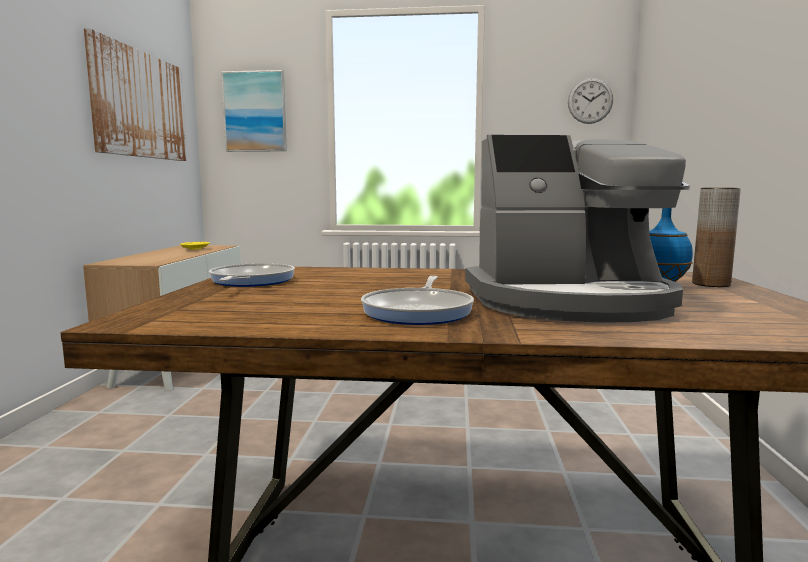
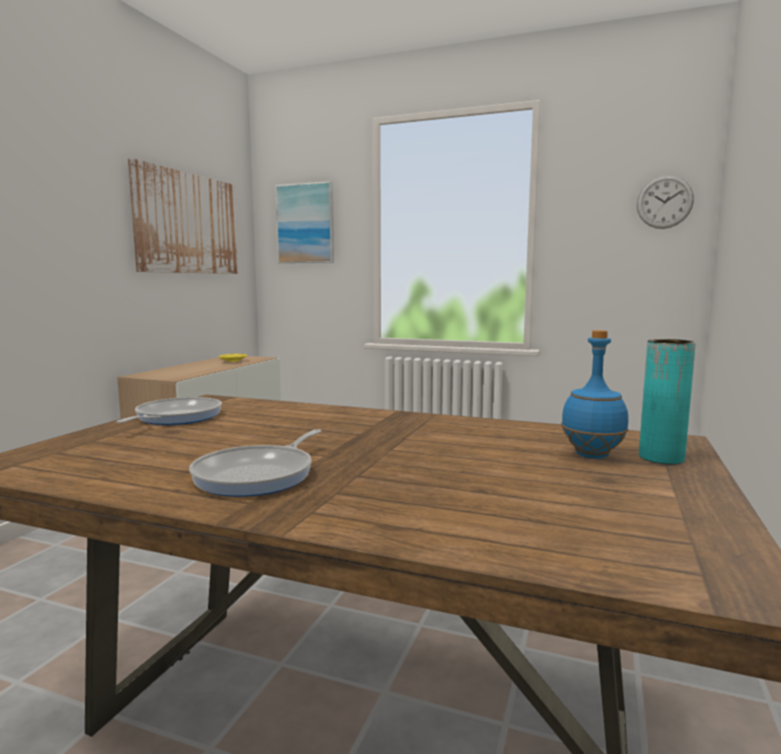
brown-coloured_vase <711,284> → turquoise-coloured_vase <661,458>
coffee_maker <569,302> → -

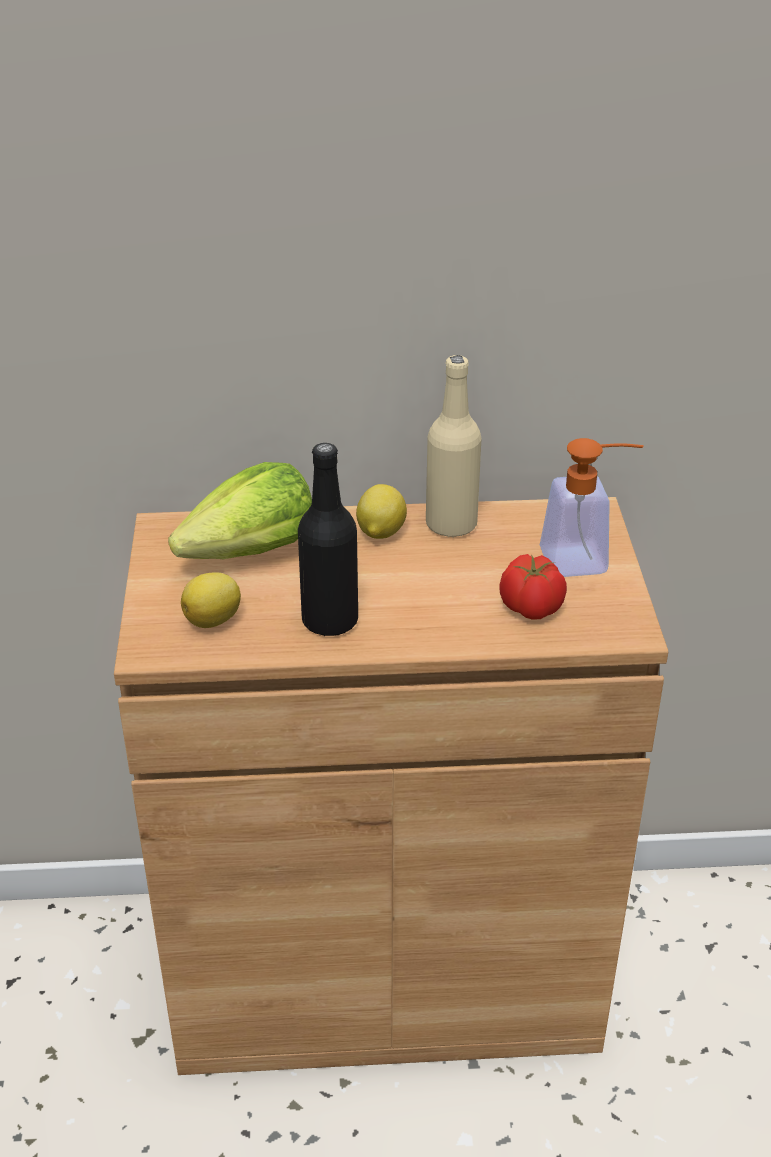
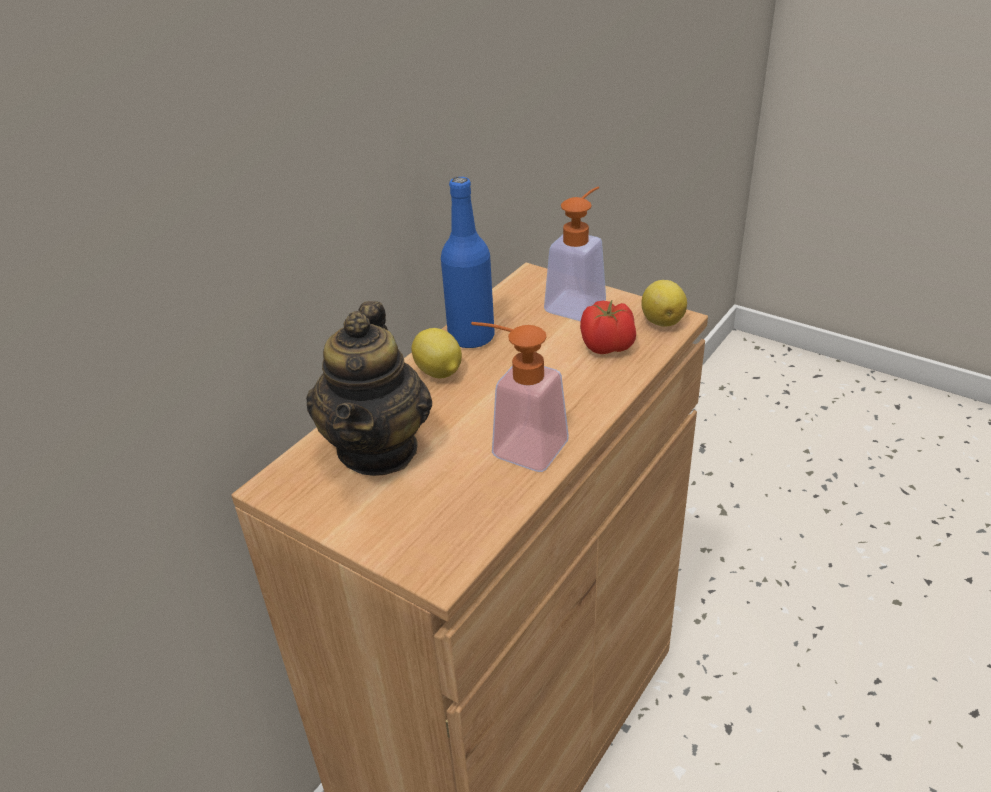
head_of_lettuce <251,552> → pot_for_tea <378,449>
sand-coloured_drink_bottle <451,524> → blue-coloured_drink_bottle <471,337>
blackish_drink_bottle <330,621> → soap_bottle <518,445>
whole_lemon <214,620> → whole_lemon <662,320>, shifted

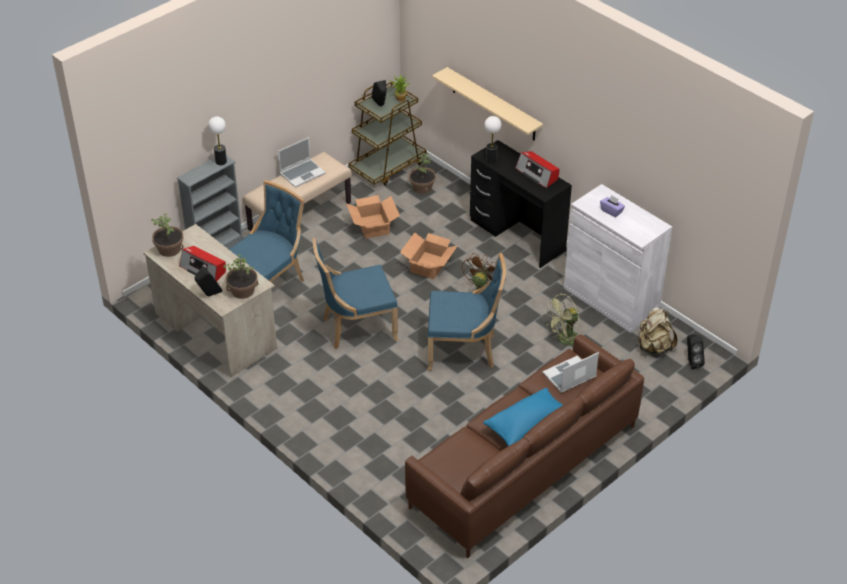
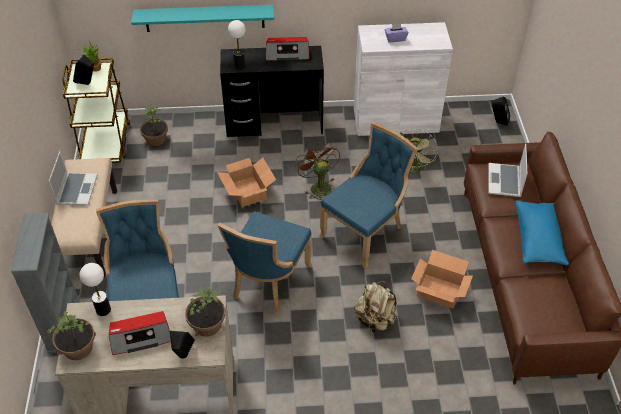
table_lamp <221,162> → table_lamp <103,310>, shifted
sand-coloured_shelf <493,105> → turquoise-coloured_shelf <204,18>
sand-coloured_rucksack <654,347> → sand-coloured_rucksack <375,319>, shifted
cardboard_box <373,226> → cardboard_box <439,291>, shifted

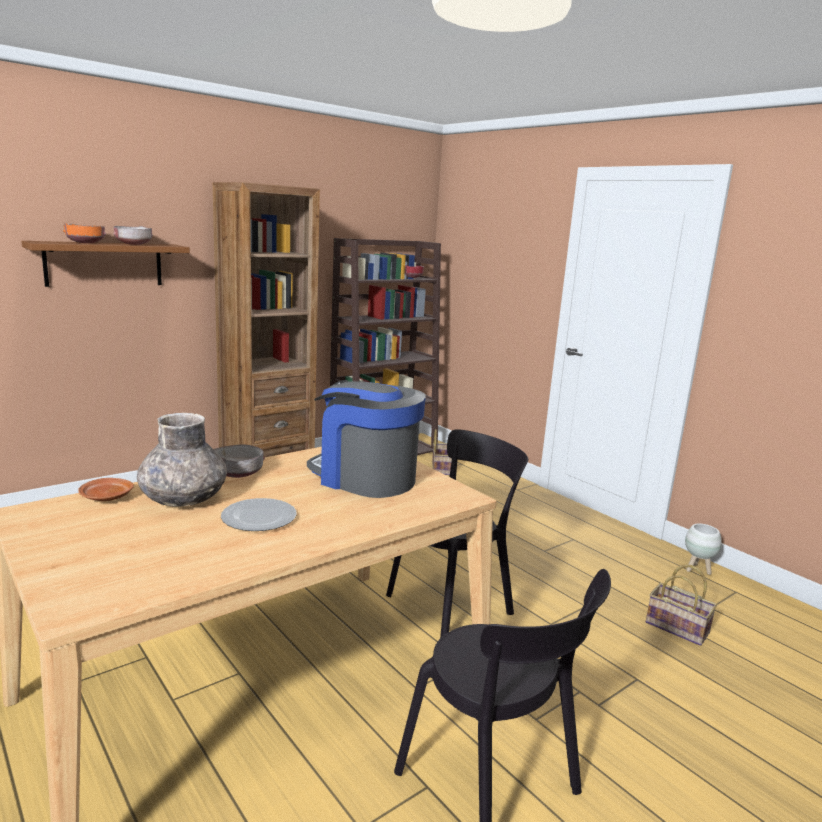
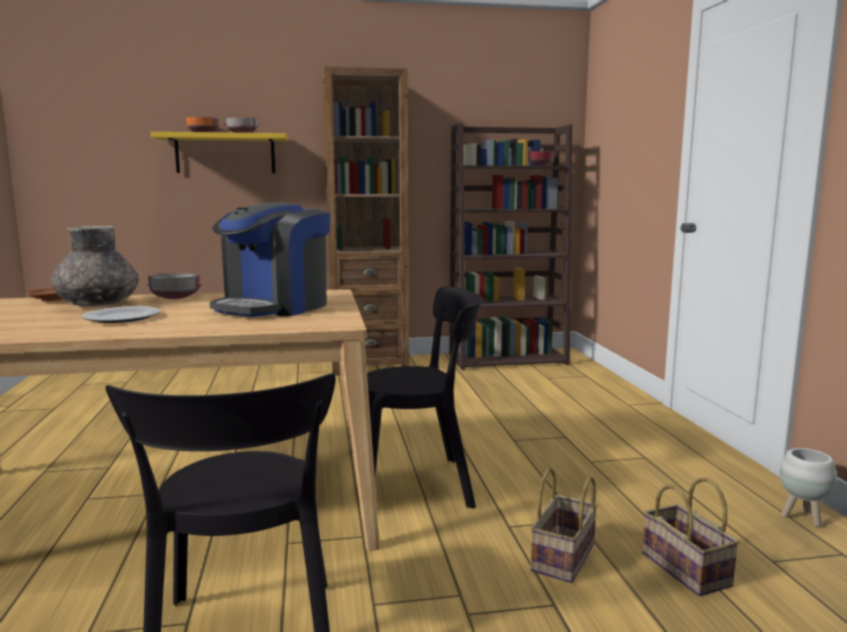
brown-coloured_shelf <104,264> → yellow_shelf <225,154>
coffee_maker <365,477> → coffee_maker <274,307>, 120 degrees counterclockwise
household_basket <442,468> → household_basket <564,559>, shifted

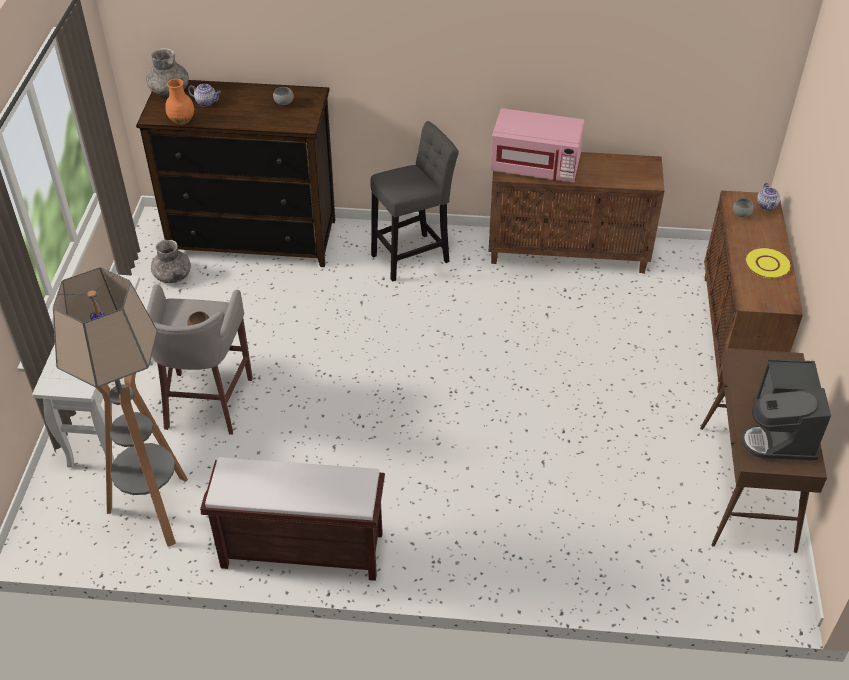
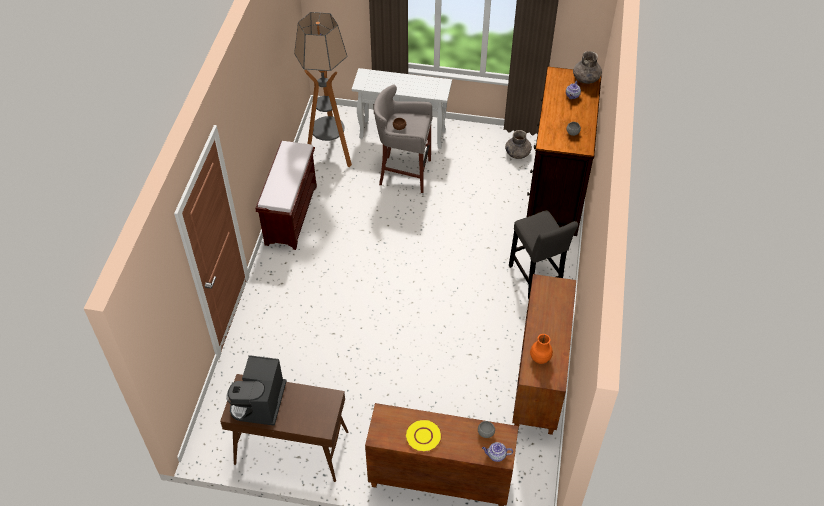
coffee_maker <779,434> → coffee_maker <261,403>, 90 degrees counterclockwise
orangey_vase <182,120> → orangey_vase <540,358>, shifted
pinkish_microwave_oven <535,166> → -

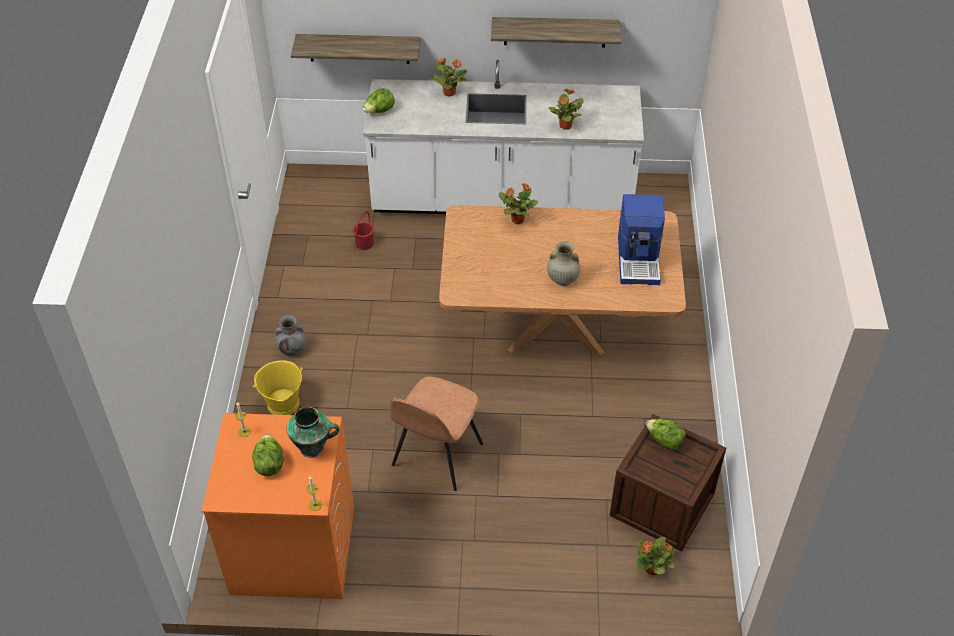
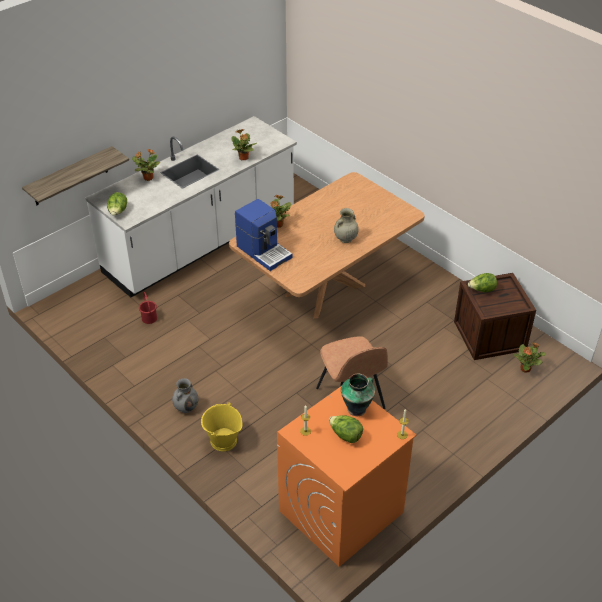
coffee_maker <639,259> → coffee_maker <264,251>, shifted
shelf <555,32> → -

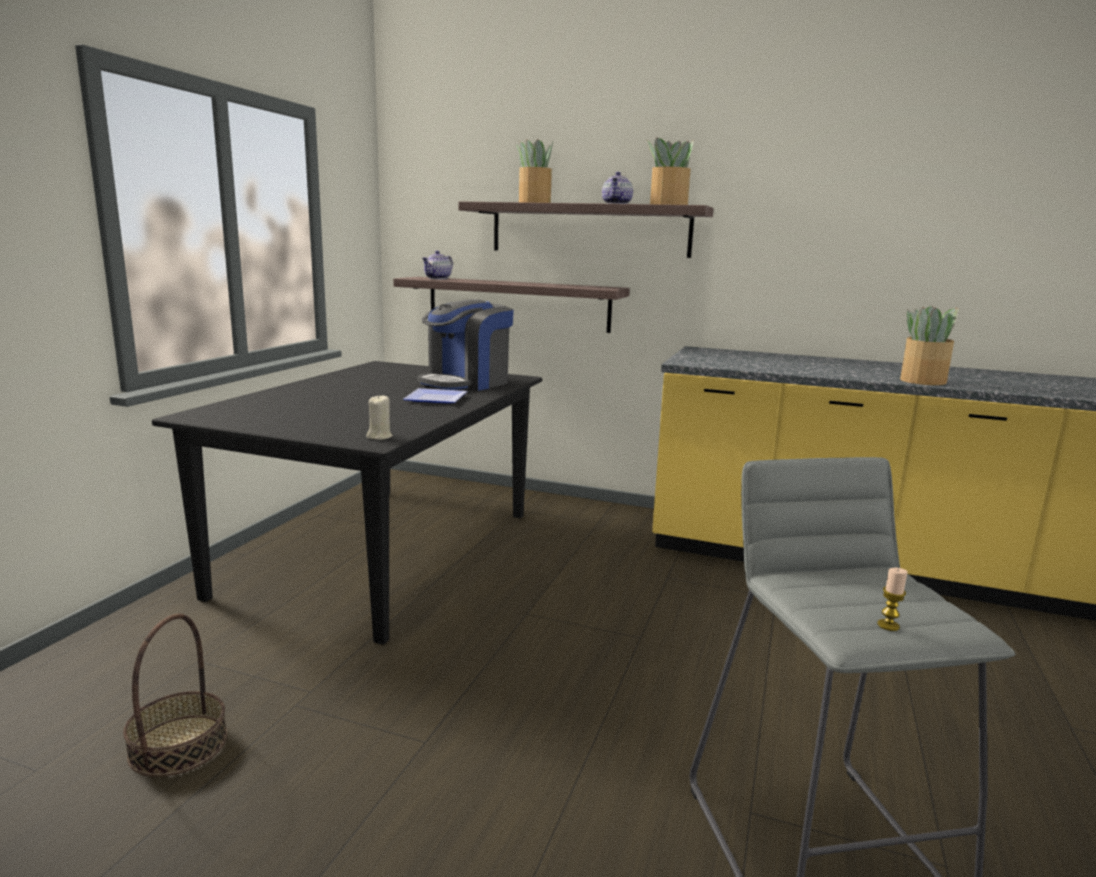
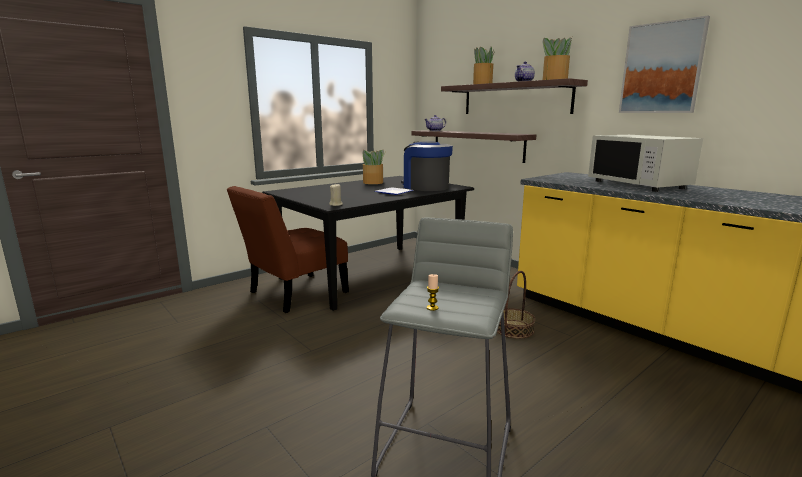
- → brown-coloured_upright_chair <293,294>
plant_in_a_pot <924,381> → plant_in_a_pot <373,182>, shifted
coffee_maker <466,382> → coffee_maker <425,187>, 75 degrees clockwise
household_basket <178,745> → household_basket <513,329>, shifted
- → white-coloured_microwave_oven <638,184>
- → picture <662,68>

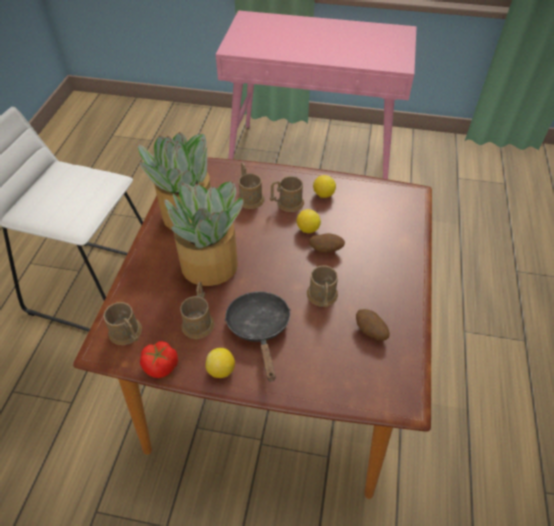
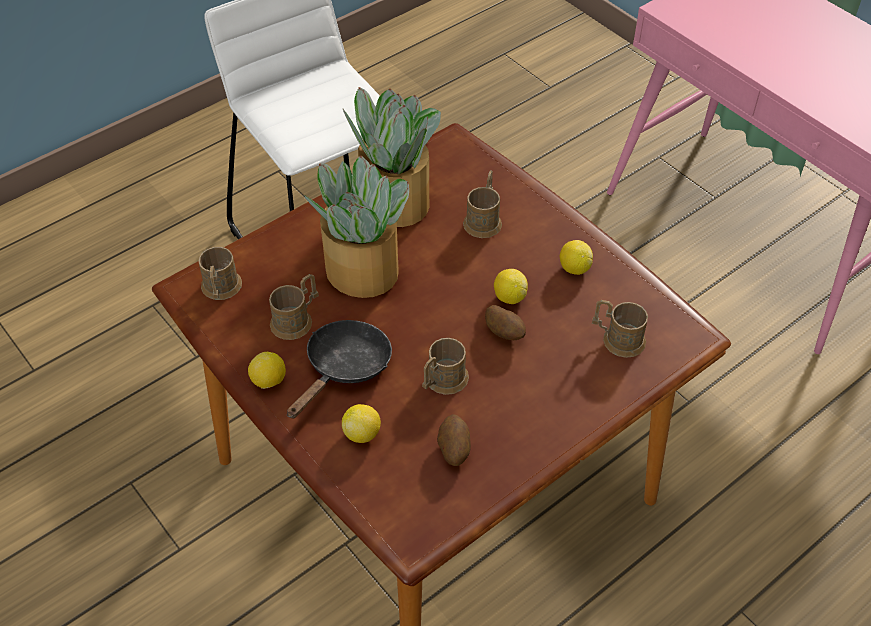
- → whole_lemon <362,433>
brown-coloured_coffee_mug <286,203> → brown-coloured_coffee_mug <617,339>, shifted
whole_tomato <161,366> → -

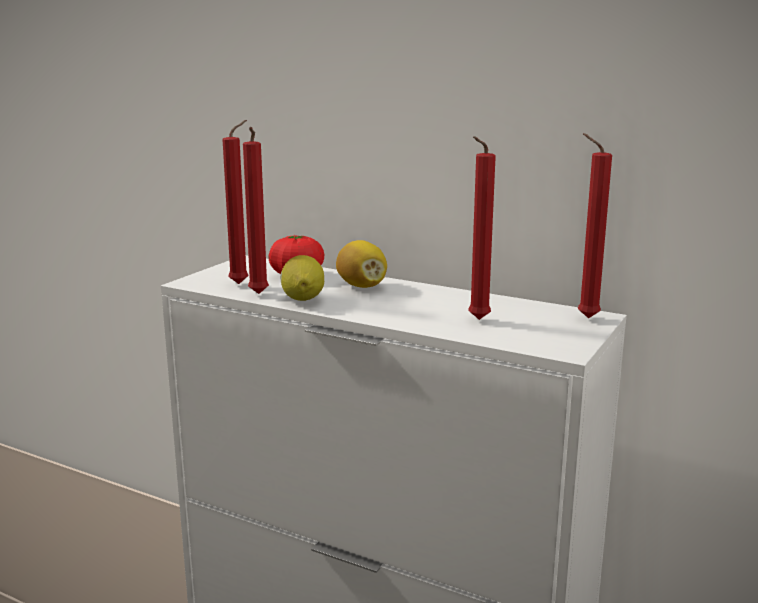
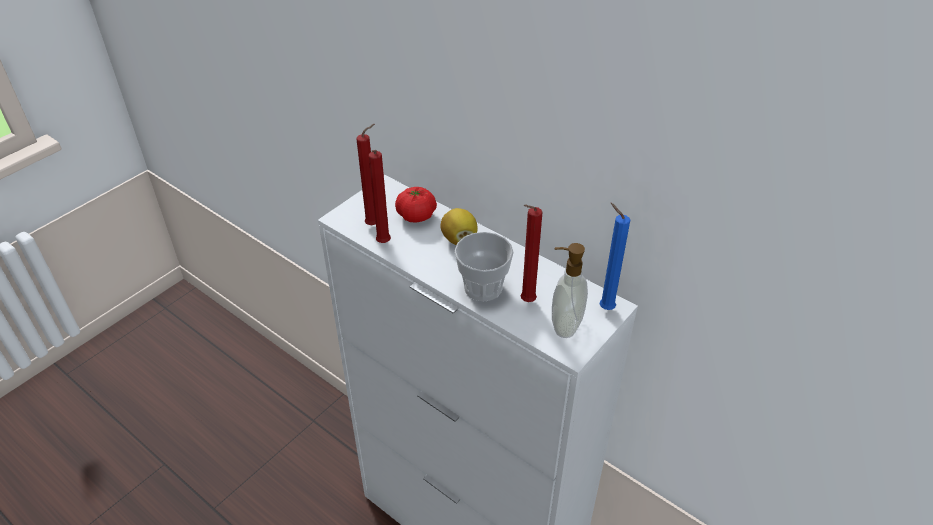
- → small_cup <483,287>
- → soap_bottle <564,325>
red-coloured_wax_light <584,317> → blue-coloured_wax_light <604,307>
whole_lemon <302,300> → -

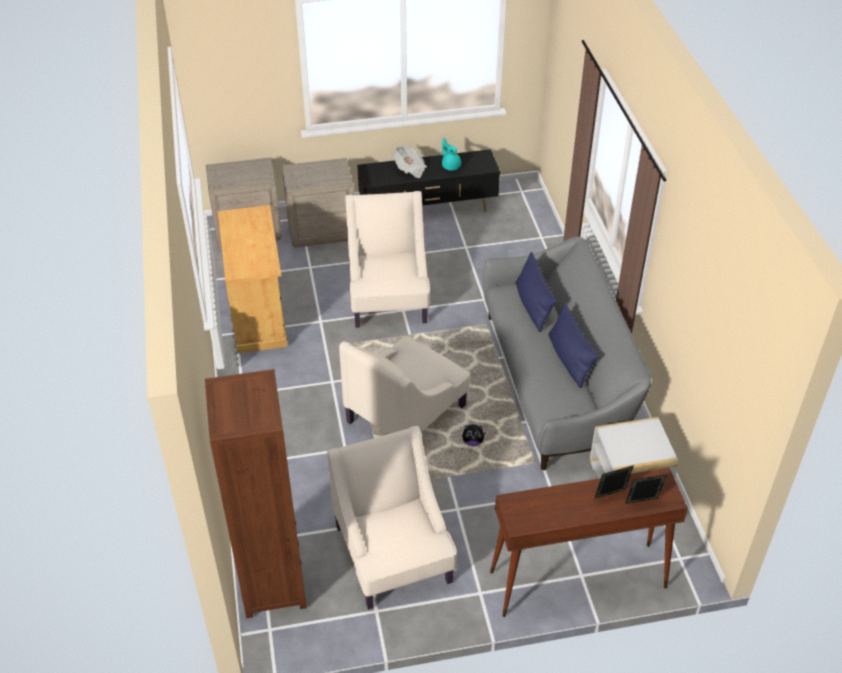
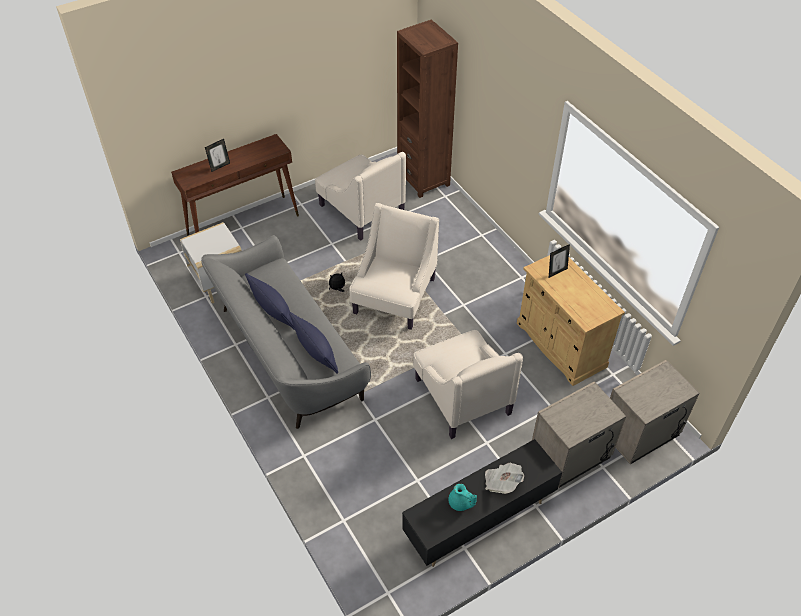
standing_frame <642,503> → standing_frame <556,272>, shifted

